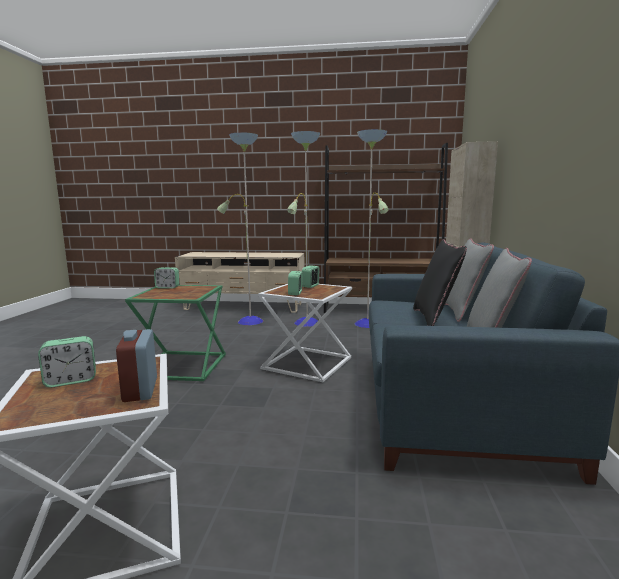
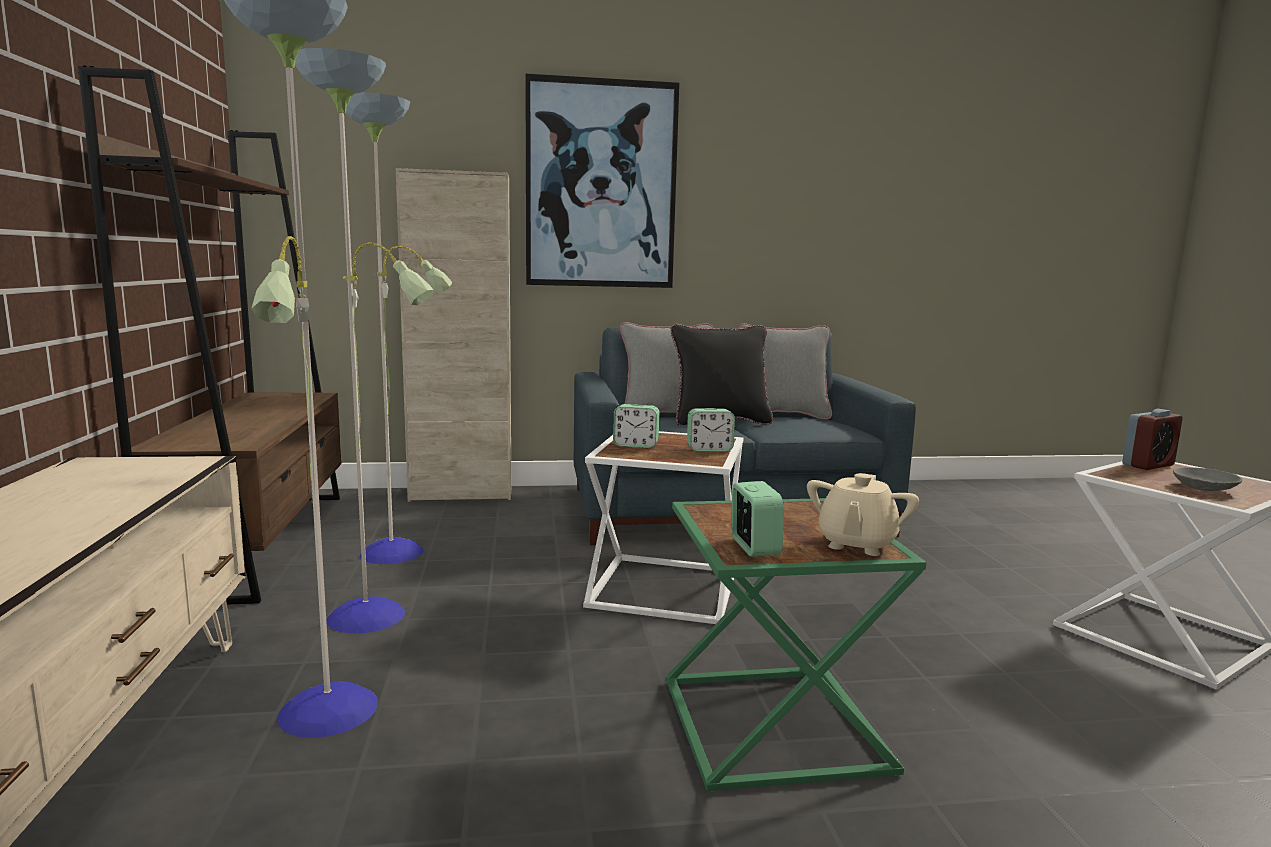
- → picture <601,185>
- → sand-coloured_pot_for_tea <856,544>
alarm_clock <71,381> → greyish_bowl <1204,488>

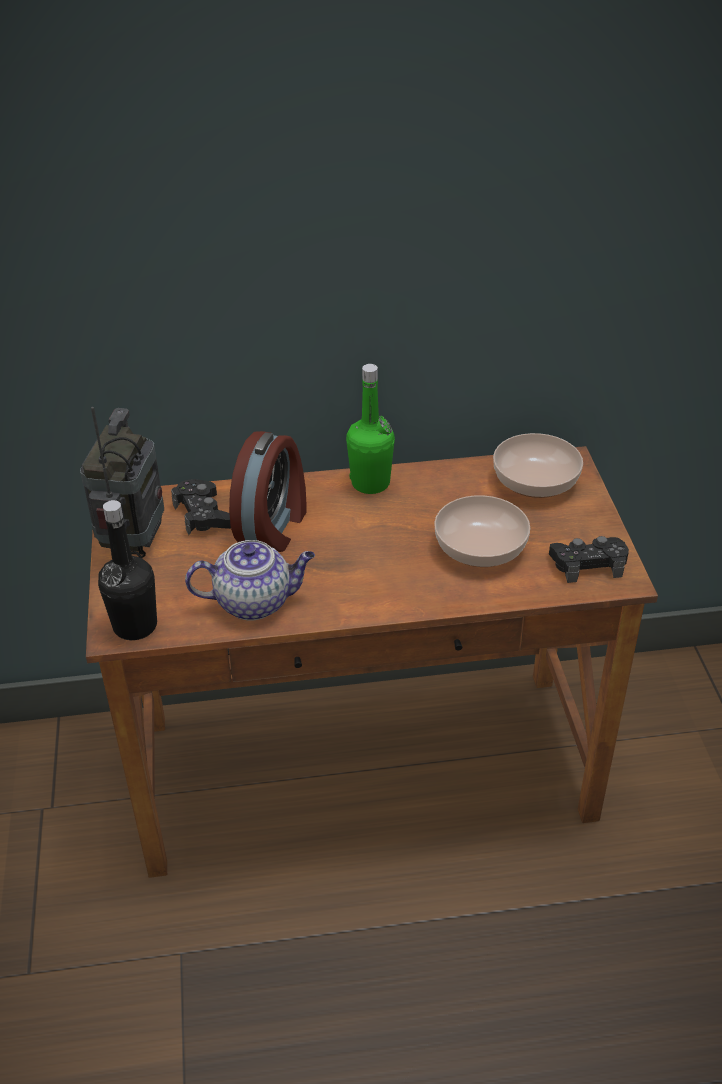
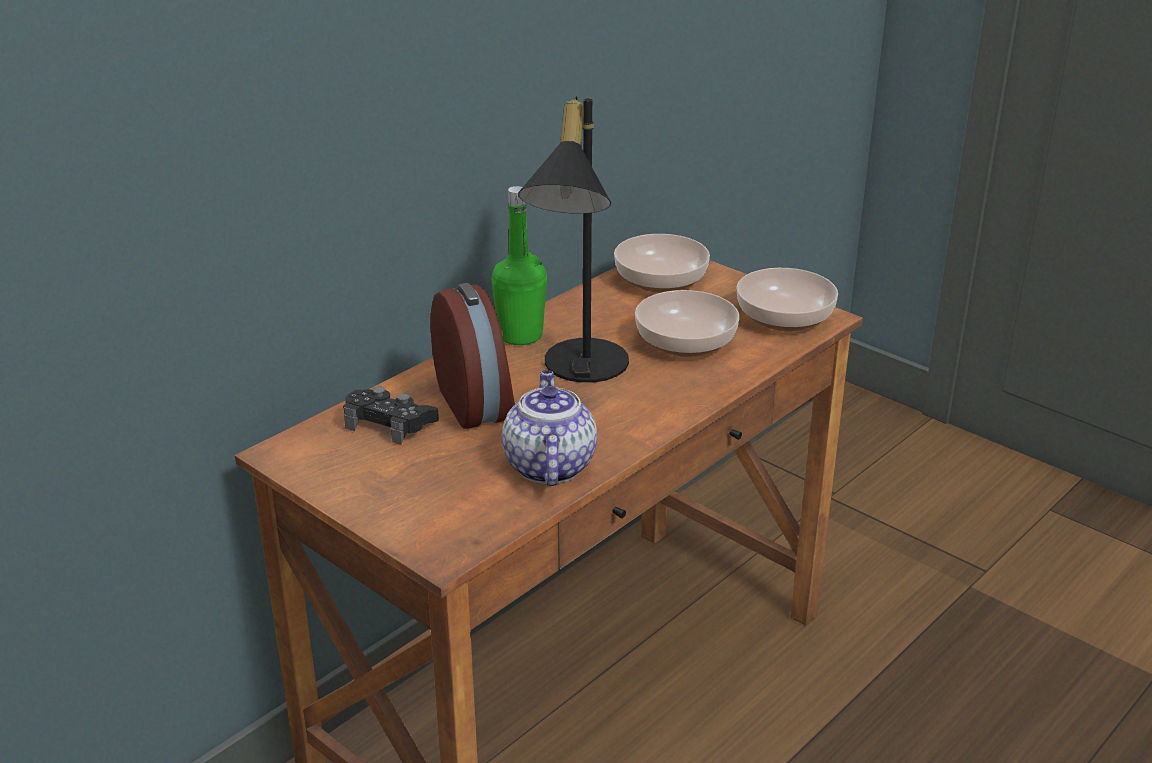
pot_for_tea <255,602> → pot_for_tea <548,465>, 45 degrees counterclockwise
- → blackish_table_lamp <578,369>
blackish_gamepad <588,564> → bowl <784,318>
radio_set <134,542> → -
blackish_drink_bottle <135,626> → -

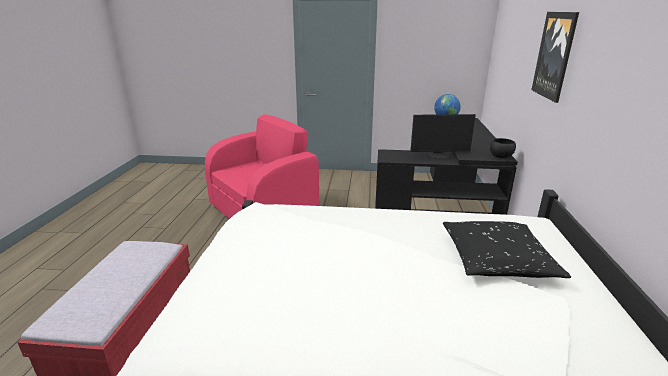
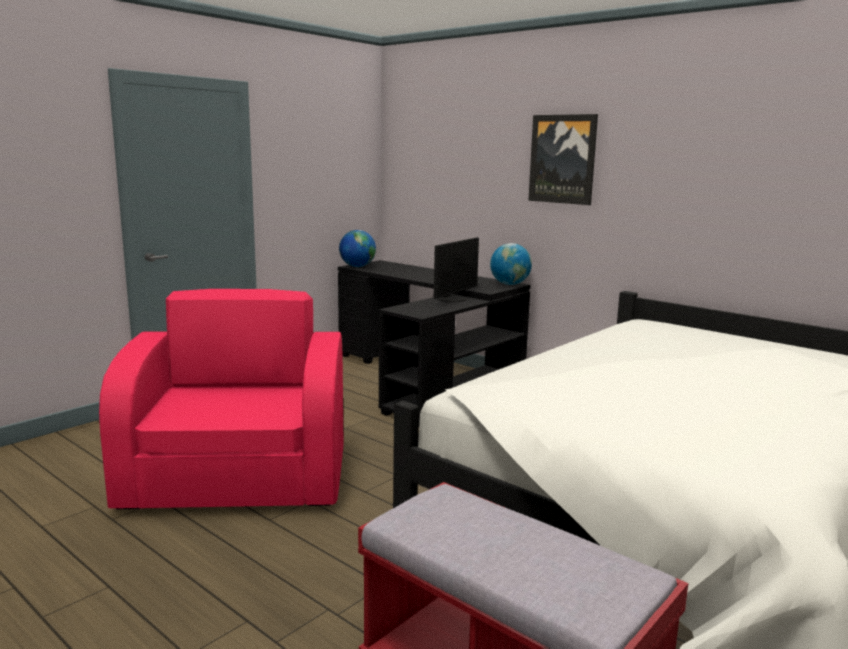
blackish_bowl <501,157> → globe <509,284>
blackish_pillow <496,259> → -

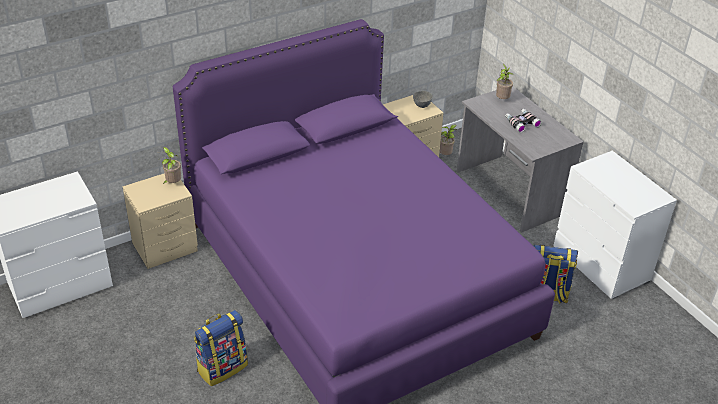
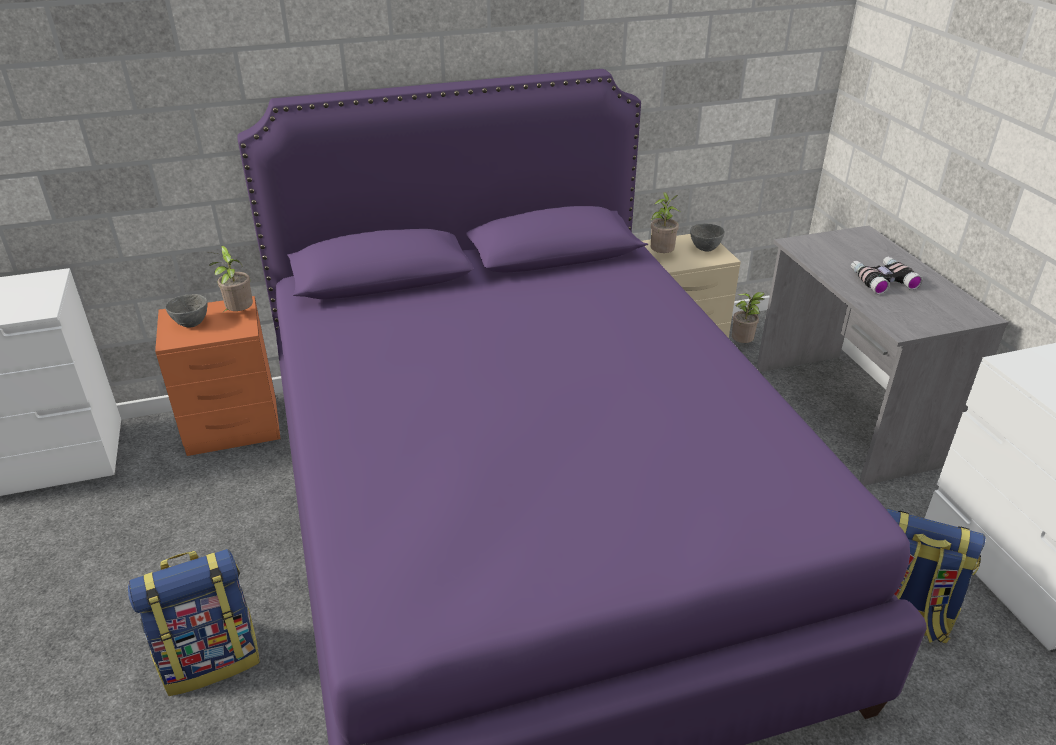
sand-coloured_nightstand <166,247> → orangey_nightstand <235,427>
- → greyish_bowl <191,324>
plant_in_a_pot <502,99> → plant_in_a_pot <661,256>, shifted

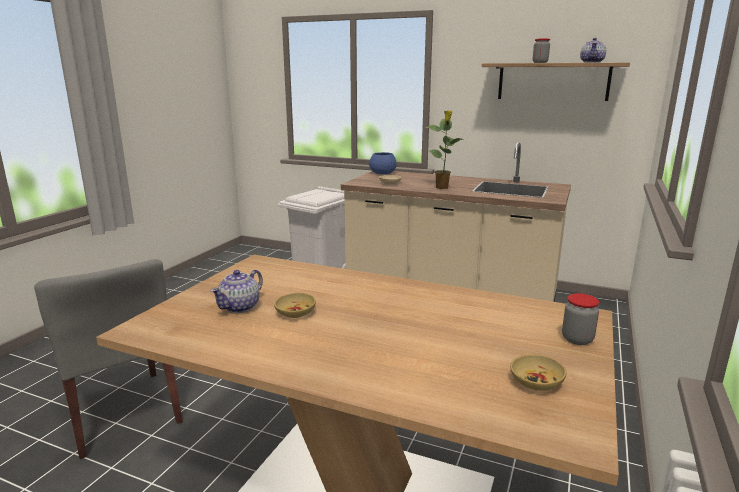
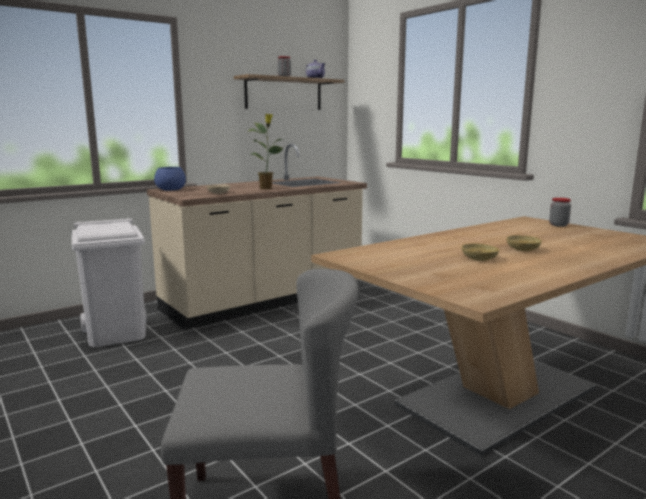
sand-coloured_bowl <536,382> → sand-coloured_bowl <523,249>, shifted
pot_for_tea <240,307> → -

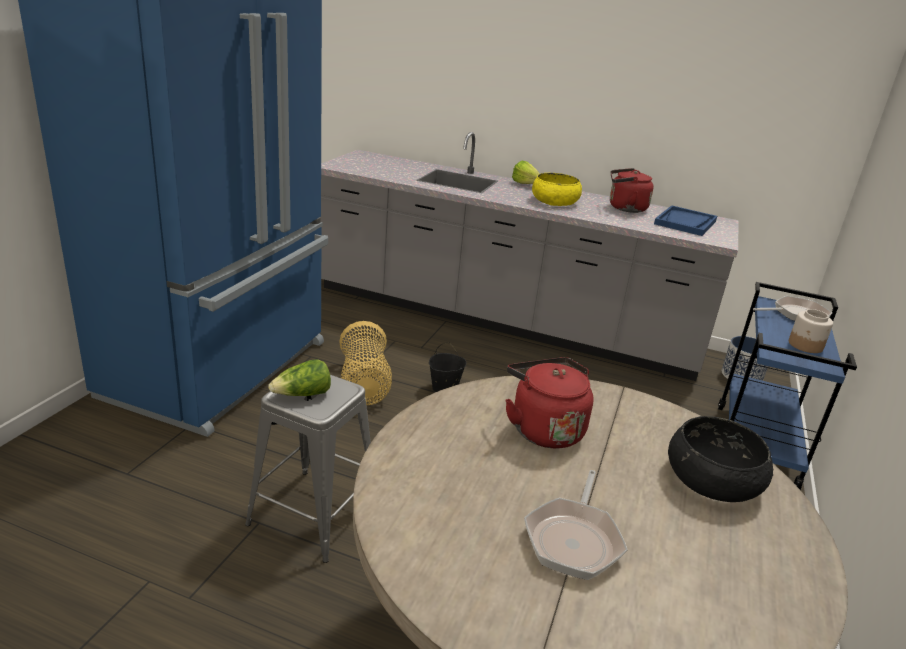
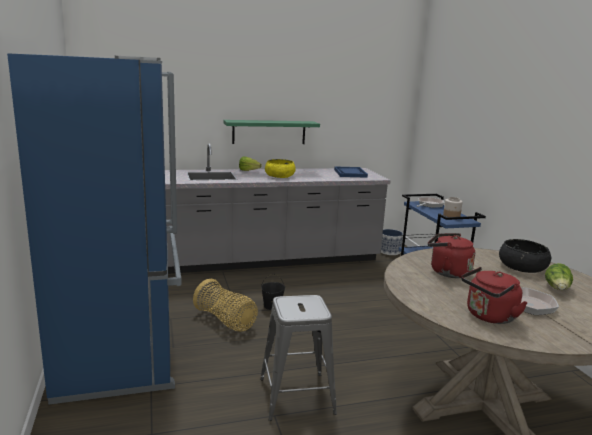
- → green_shelf <269,132>
red-coloured_water_kettle <624,208> → red-coloured_water_kettle <489,317>, shifted
head_of_lettuce <302,395> → head_of_lettuce <557,289>, shifted

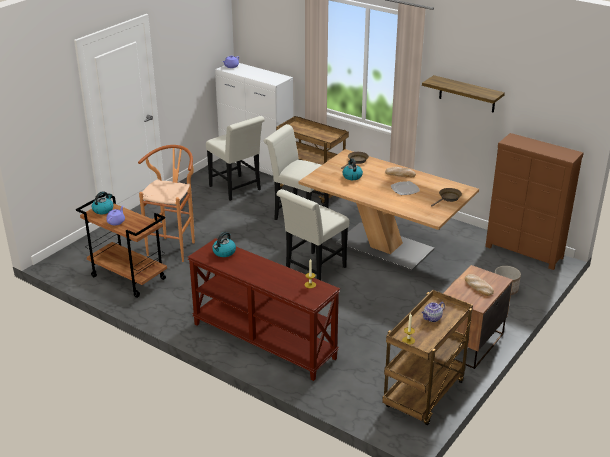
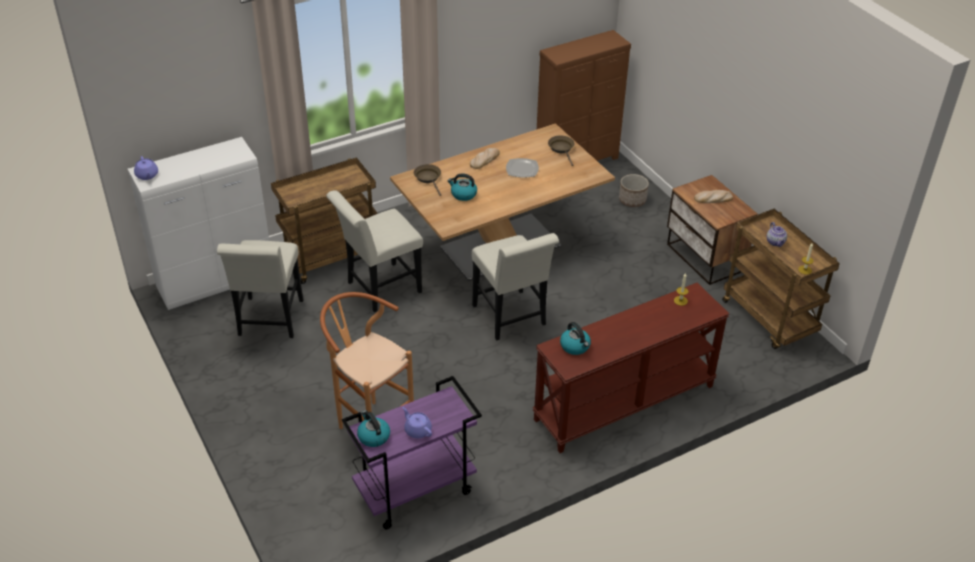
white-coloured_upright_chair <237,189> → white-coloured_upright_chair <269,321>, 105 degrees clockwise
brown-coloured_wheeled_cart <127,278> → purplish_wheeled_cart <414,492>
shelf <467,94> → -

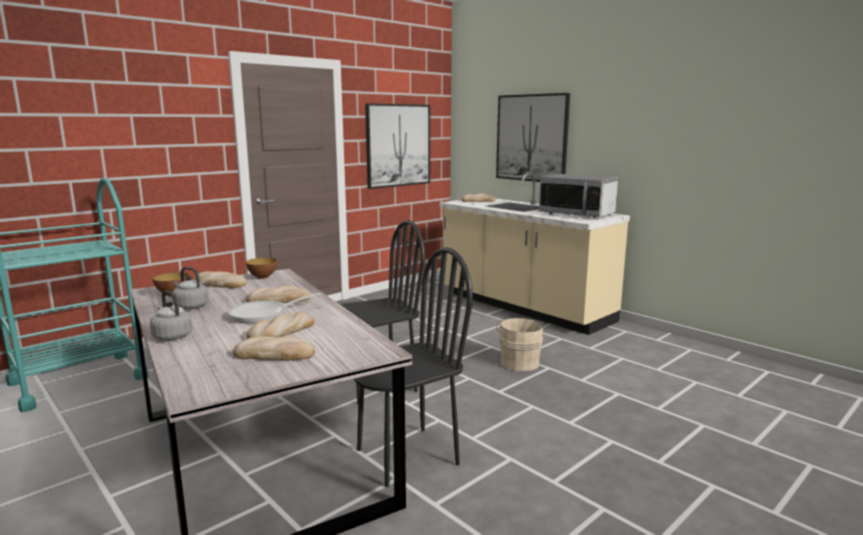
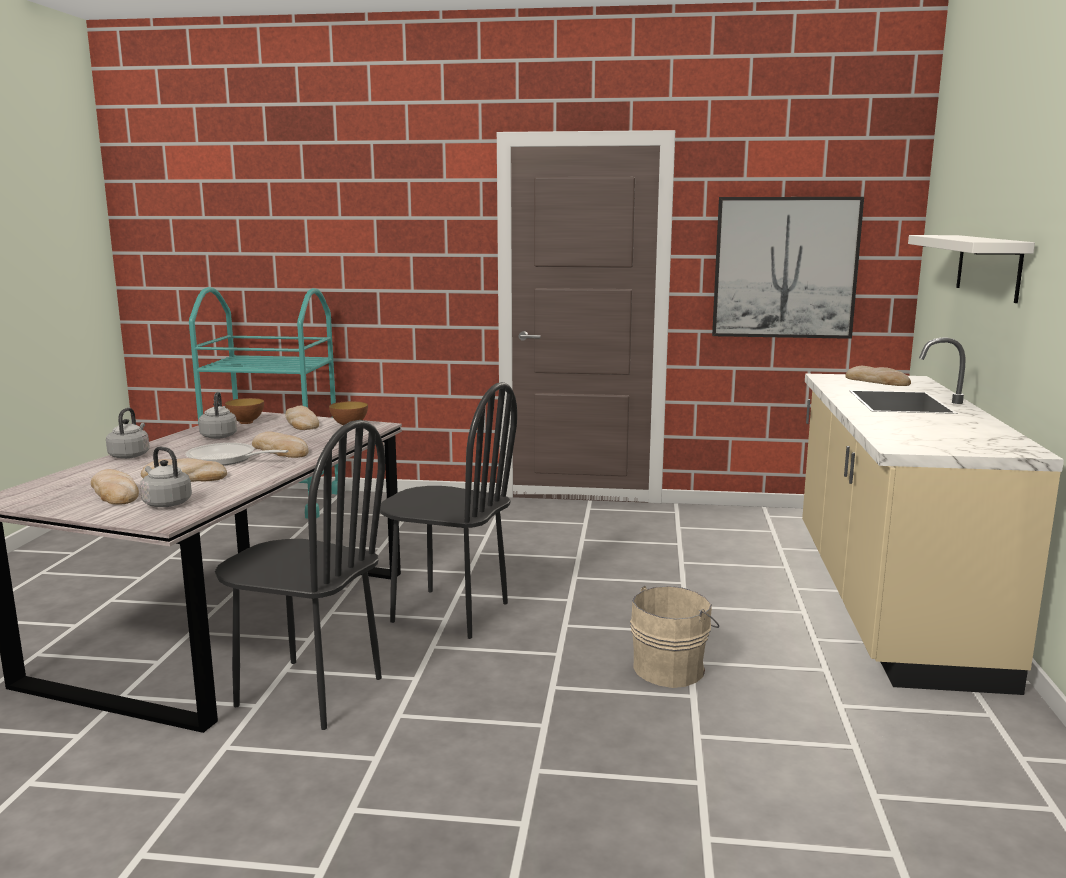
- → greyish_water_kettle <166,503>
picture <531,138> → white-coloured_shelf <988,266>
microwave_oven <577,214> → -

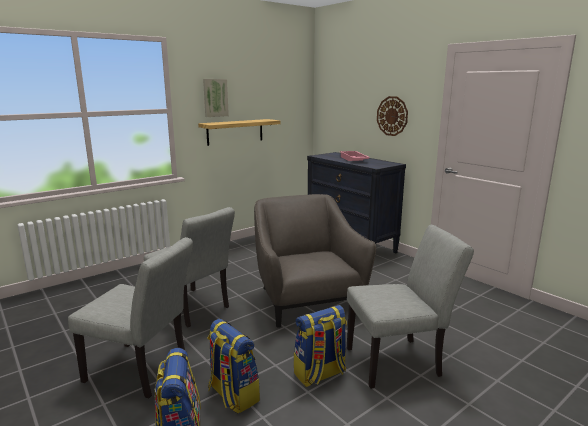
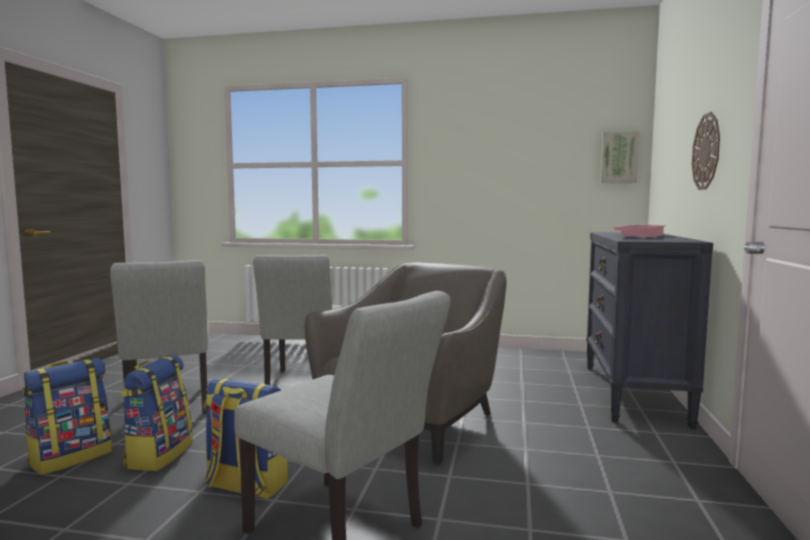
picture <215,97> → picture <619,157>, shifted
shelf <235,132> → -

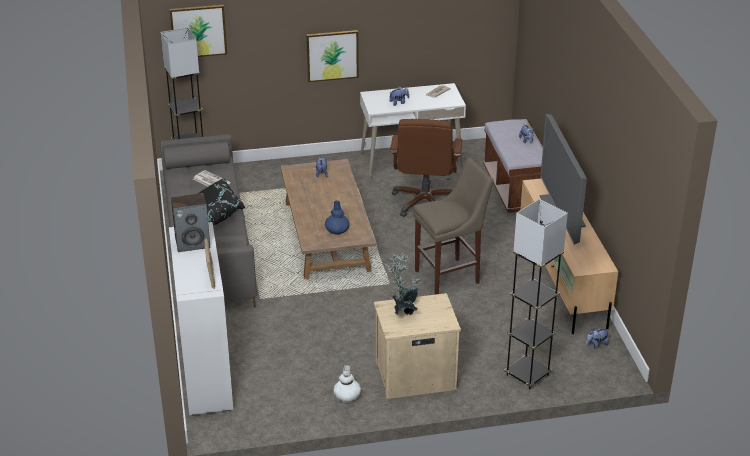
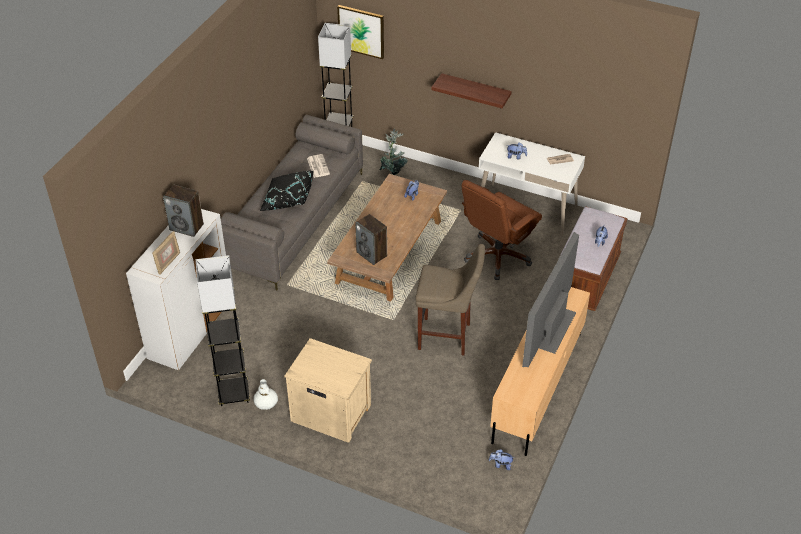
greyish_floor_lamp <527,375> → greyish_floor_lamp <233,394>, shifted
blue-coloured_vase <337,229> → speaker <372,254>
plant_in_a_pot <404,311> → plant_in_a_pot <393,171>, shifted
picture <332,55> → shelf <475,91>

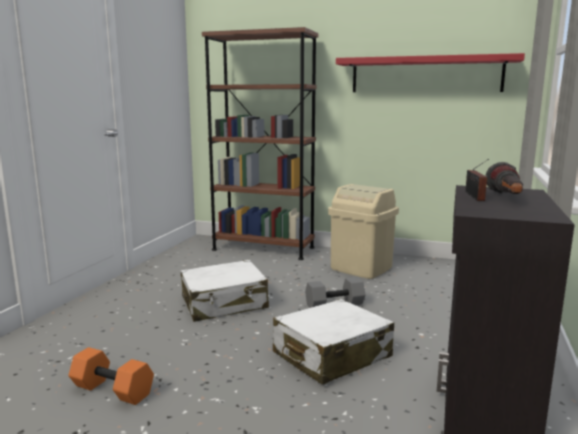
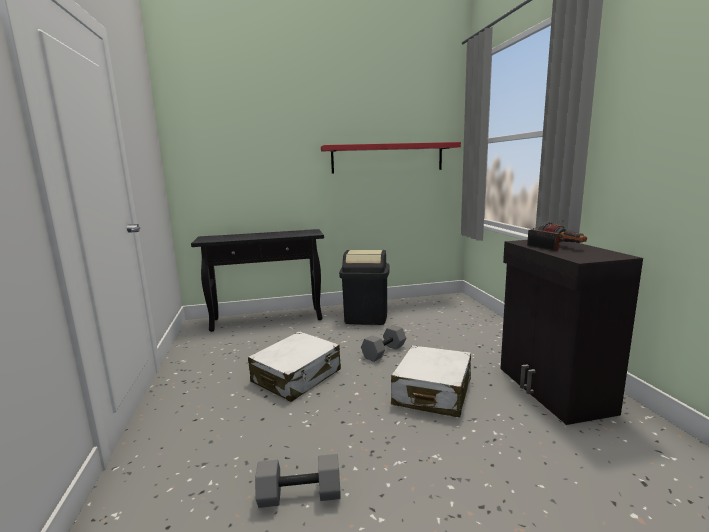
brown-coloured_shelving_unit <263,248> → blackish_hall_table <268,319>
orangey_free_weight <111,390> → greyish_free_weight <299,496>
sand-coloured_trash_can <361,268> → blackish_trash_can <366,317>

